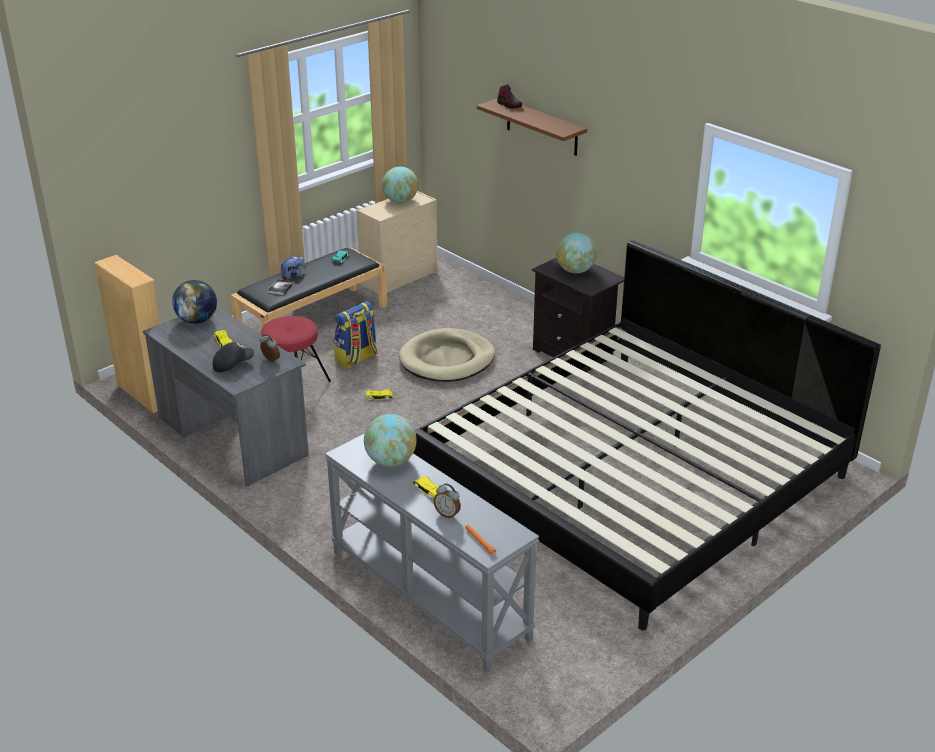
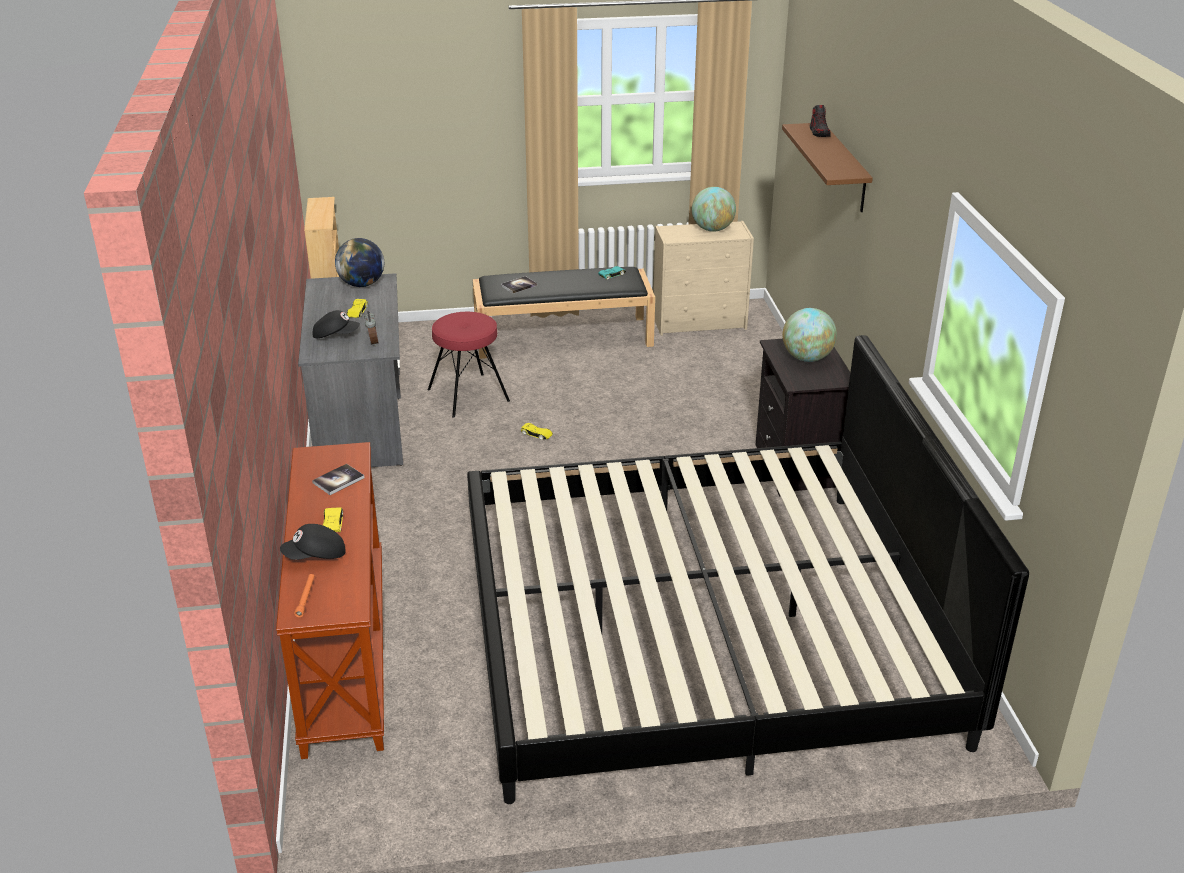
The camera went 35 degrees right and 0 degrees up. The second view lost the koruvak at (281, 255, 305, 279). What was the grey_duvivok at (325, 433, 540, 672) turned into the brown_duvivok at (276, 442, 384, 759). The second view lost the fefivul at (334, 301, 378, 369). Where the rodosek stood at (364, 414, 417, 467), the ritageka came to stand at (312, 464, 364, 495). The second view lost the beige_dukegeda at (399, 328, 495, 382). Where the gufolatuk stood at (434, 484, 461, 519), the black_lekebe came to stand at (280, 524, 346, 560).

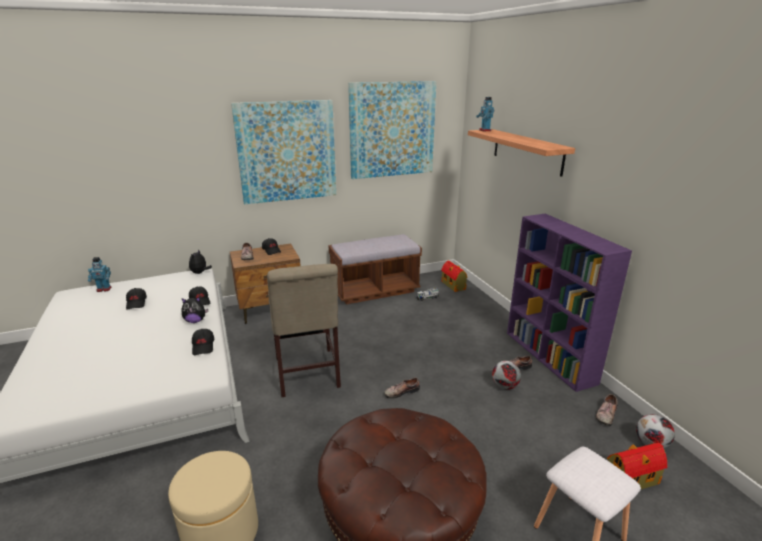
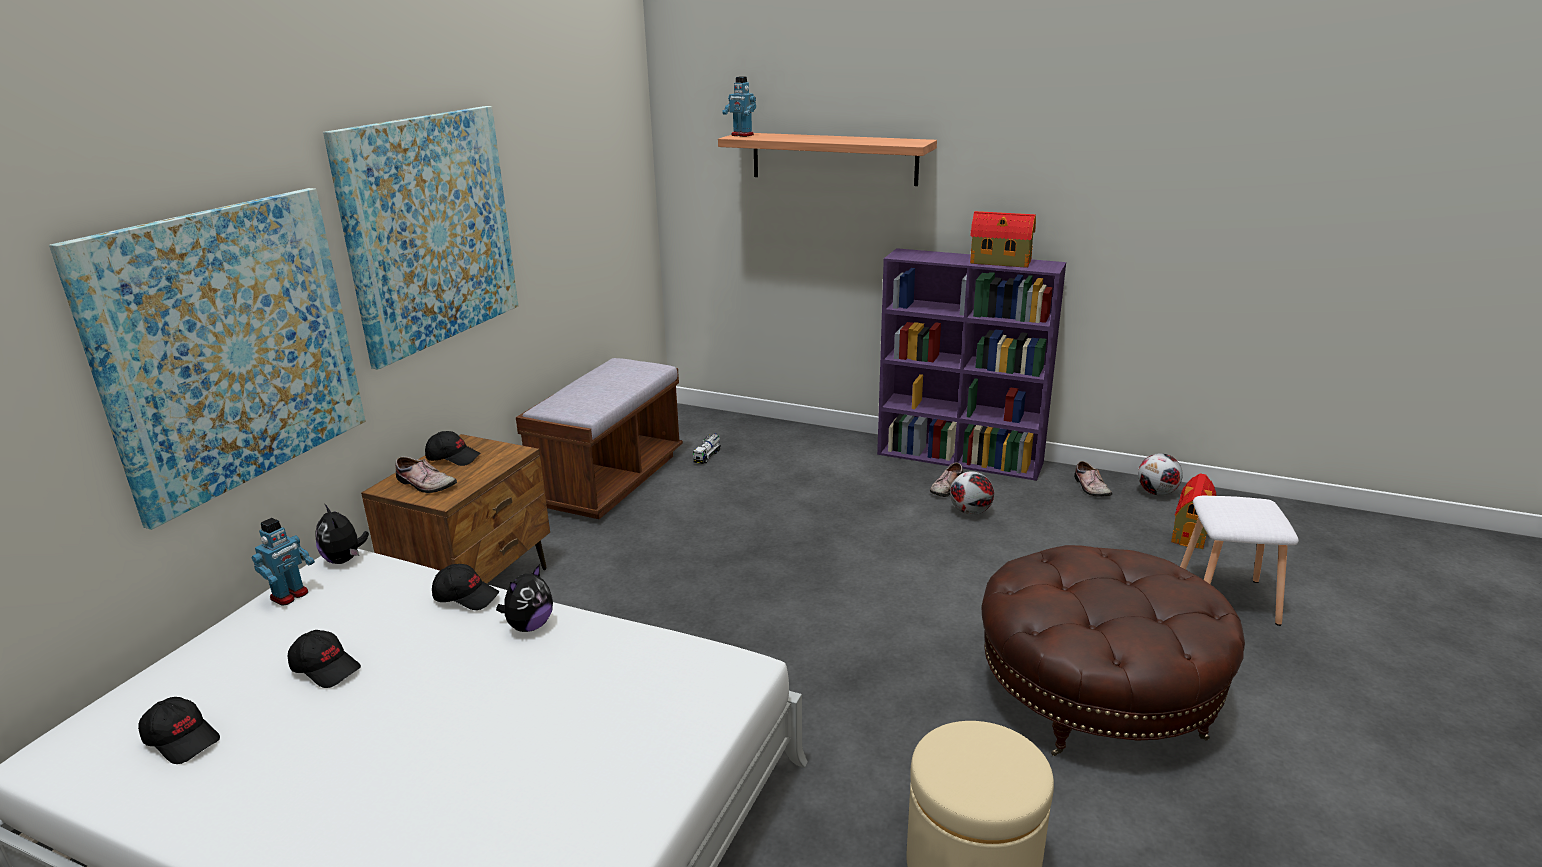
The camera went 45 degrees left and 0 degrees up. The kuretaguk ended up elsewhere, having gone from (88, 257, 111, 292) to (252, 518, 315, 606). The black_lekebe ended up elsewhere, having gone from (192, 329, 214, 355) to (138, 697, 220, 764). The second view lost the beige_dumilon at (267, 264, 341, 397). The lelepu ended up elsewhere, having gone from (348, 81, 436, 179) to (49, 188, 366, 530). The second view lost the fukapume at (384, 378, 420, 399). The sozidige ended up elsewhere, having gone from (441, 261, 468, 292) to (970, 211, 1036, 268).

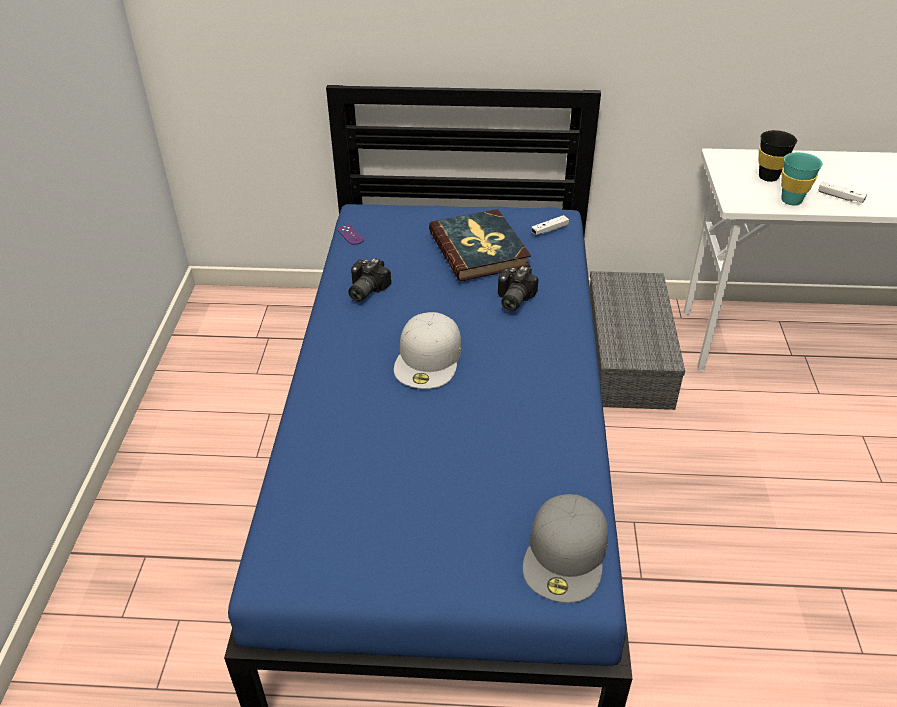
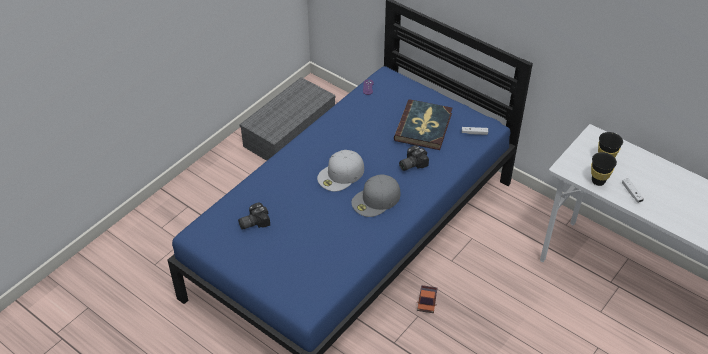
The camera went 35 degrees right and 5 degrees up. The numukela ended up elsewhere, having gone from (348, 258, 391, 302) to (238, 202, 270, 229). The grey_lekebe ended up elsewhere, having gone from (523, 494, 608, 603) to (351, 174, 400, 217). The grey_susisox ended up elsewhere, having gone from (590, 271, 685, 410) to (239, 77, 336, 161). What was the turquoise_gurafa at (781, 152, 823, 205) turned into the black_gurafa at (591, 152, 617, 186). The second view gained the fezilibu at (417, 285, 437, 313).

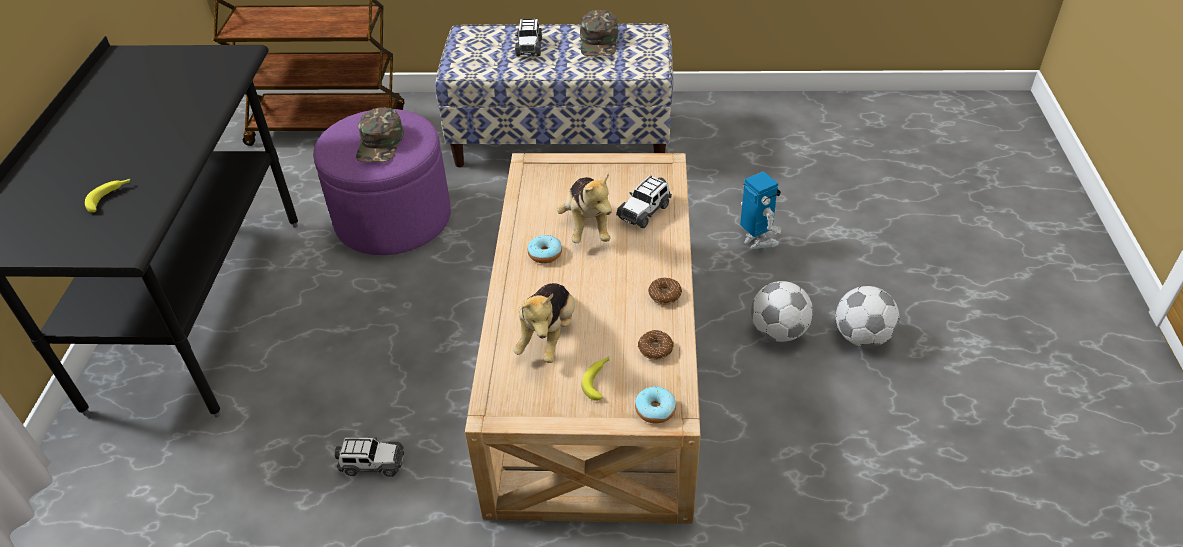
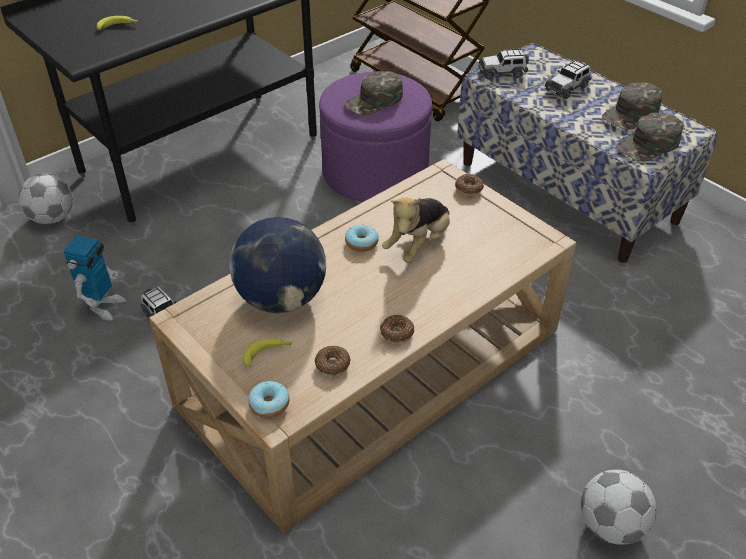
The camera went 45 degrees right and 0 degrees up. Where the koruvak stood at (514, 283, 575, 363), the rodosek came to stand at (229, 217, 326, 313). The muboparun ended up elsewhere, having gone from (616, 176, 672, 228) to (478, 48, 529, 80). The kuretaguk ended up elsewhere, having gone from (740, 171, 781, 249) to (63, 236, 126, 321). The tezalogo ended up elsewhere, having gone from (751, 281, 813, 342) to (19, 173, 73, 224). The second view gained the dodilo at (455, 174, 484, 196). The second view gained the green_lekebe at (616, 113, 683, 162).

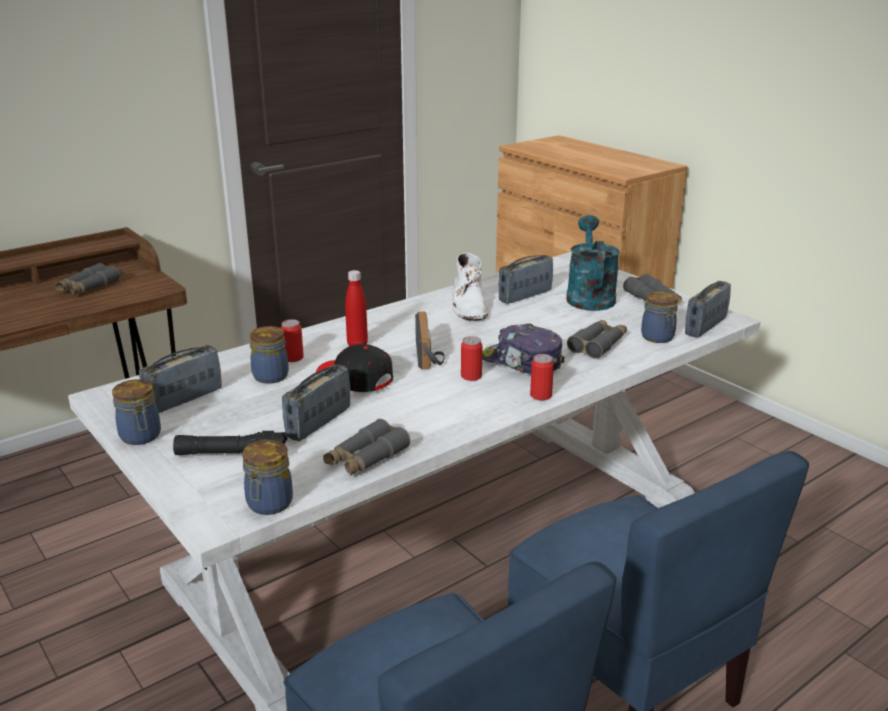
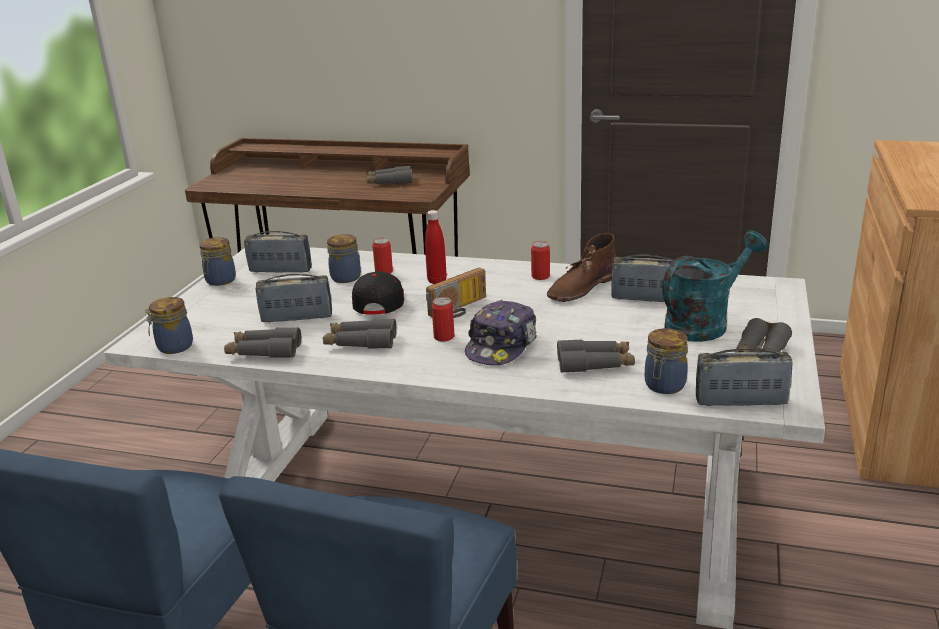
The camera went 55 degrees right and 0 degrees up. The second view lost the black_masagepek at (173, 431, 288, 455). What was the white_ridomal at (452, 253, 488, 321) turned into the brown_ridomal at (547, 233, 617, 302). The lekebe at (482, 323, 565, 374) ended up facing another way, 150 degrees counterclockwise from before. The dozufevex ended up elsewhere, having gone from (530, 354, 554, 400) to (531, 241, 550, 280). The second view gained the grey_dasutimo at (323, 319, 397, 349).

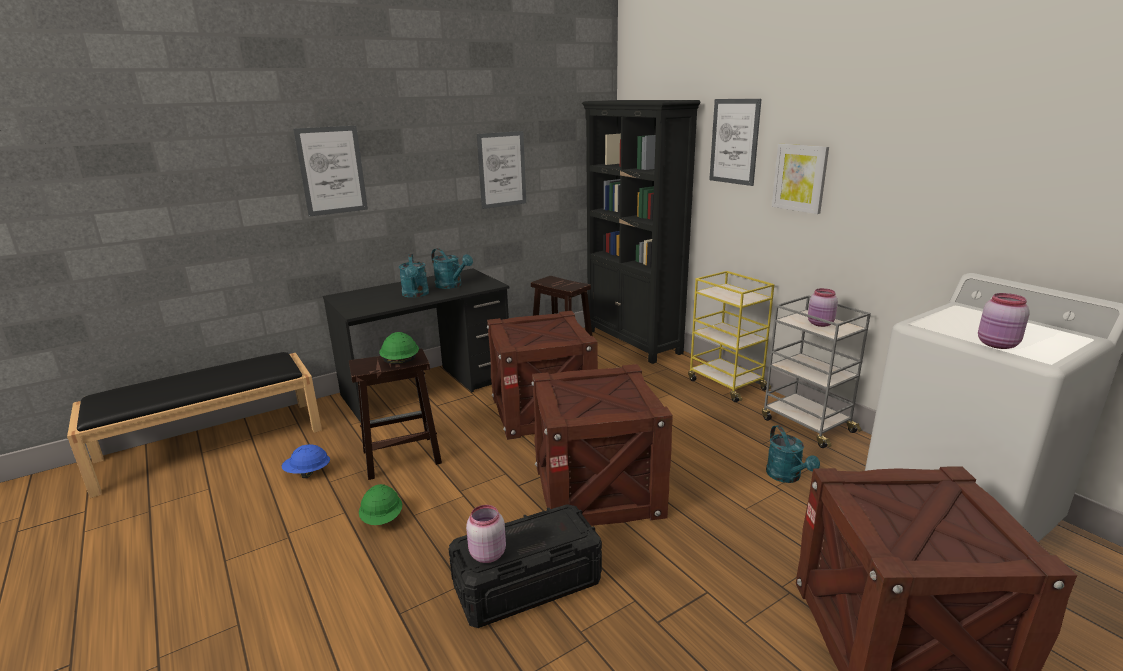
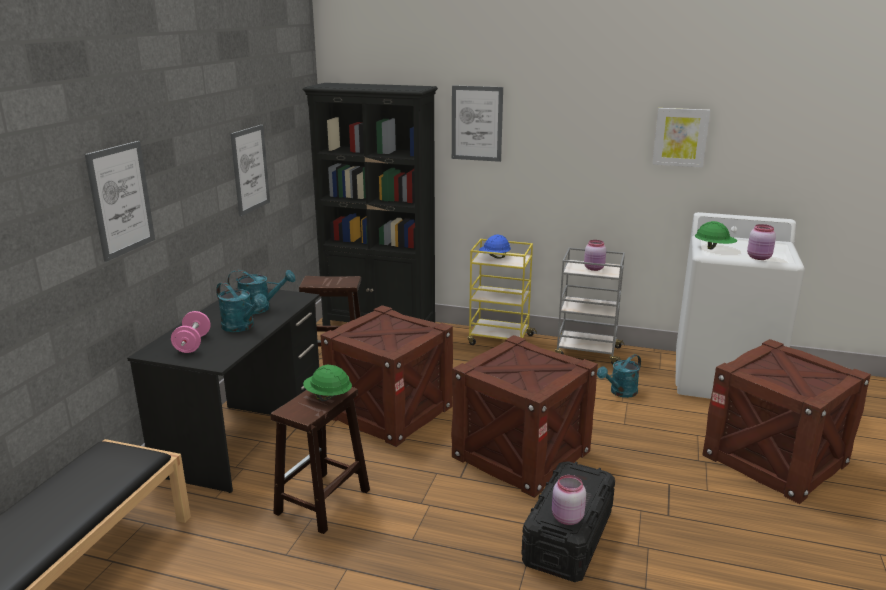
The camera went 40 degrees left and 0 degrees up. The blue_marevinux ended up elsewhere, having gone from (282, 444, 330, 478) to (479, 234, 511, 259). The green_marevinux ended up elsewhere, having gone from (359, 484, 402, 525) to (695, 221, 737, 250). The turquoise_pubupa at (766, 425, 820, 483) ended up facing another way, 105 degrees clockwise from before. The lelepu ended up elsewhere, having gone from (772, 144, 829, 214) to (652, 108, 710, 168). The second view gained the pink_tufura at (171, 311, 211, 353).

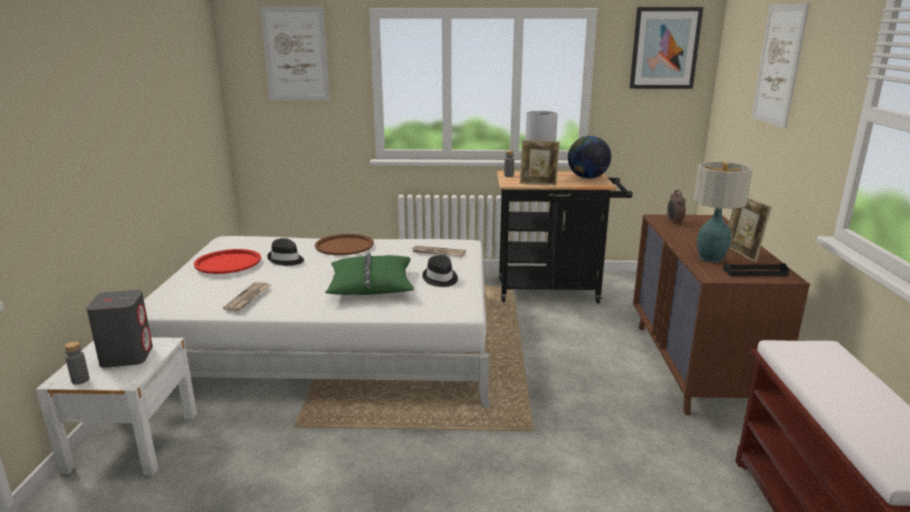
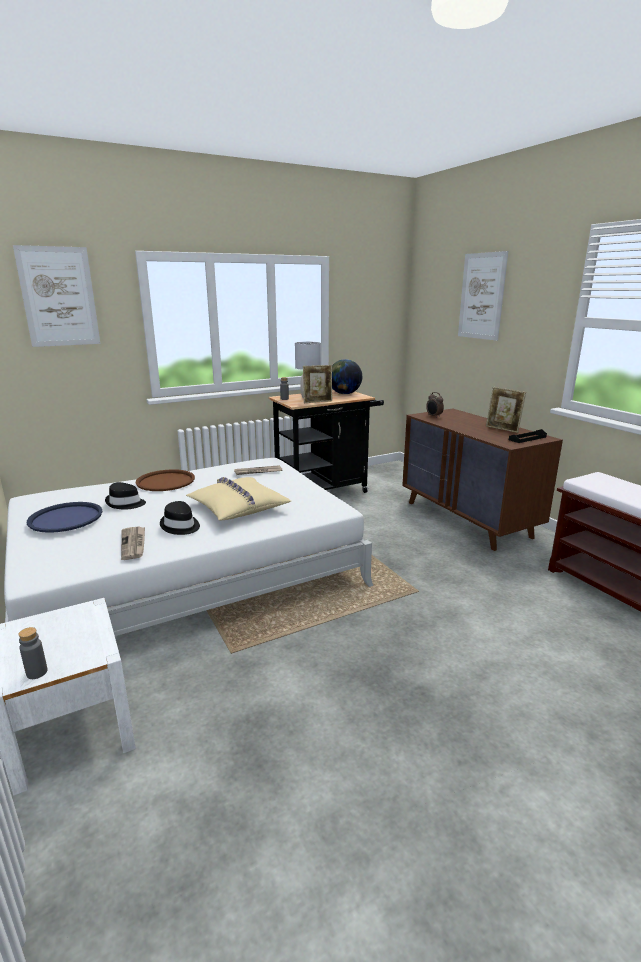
The camera went 30 degrees left and 0 degrees up. The second view lost the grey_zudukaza at (86, 290, 153, 368). What was the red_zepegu at (194, 249, 261, 274) turned into the blue_zepegu at (27, 502, 103, 533). What was the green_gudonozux at (325, 250, 414, 295) turned into the beige_gudonozux at (186, 477, 291, 521). The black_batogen ended up elsewhere, having gone from (422, 255, 458, 287) to (160, 501, 200, 535). The second view lost the lelepu at (630, 7, 703, 89). The second view lost the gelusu at (694, 162, 753, 262).

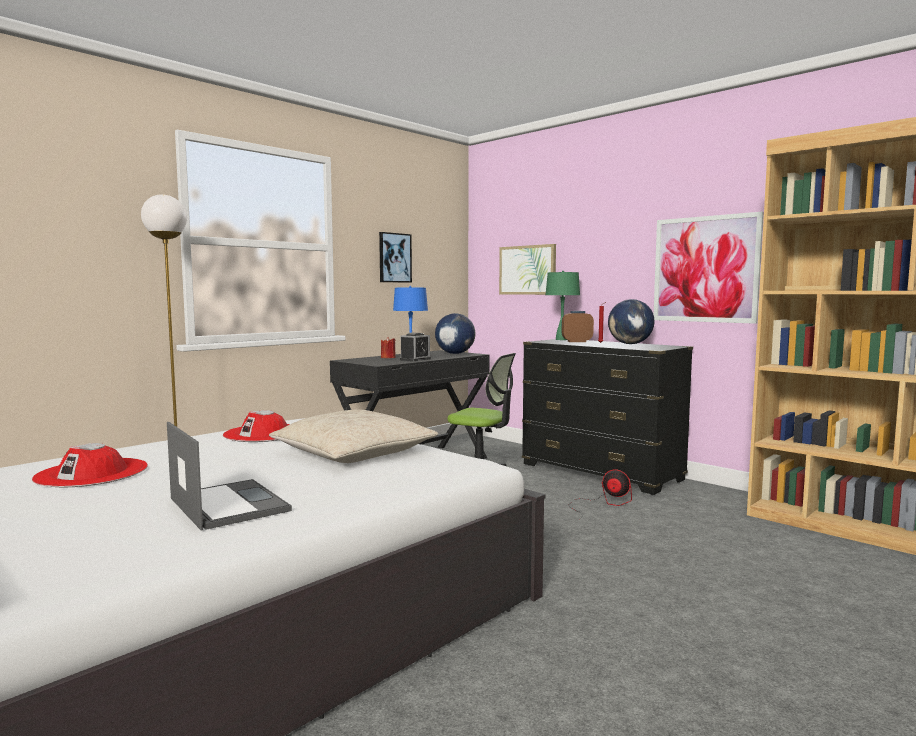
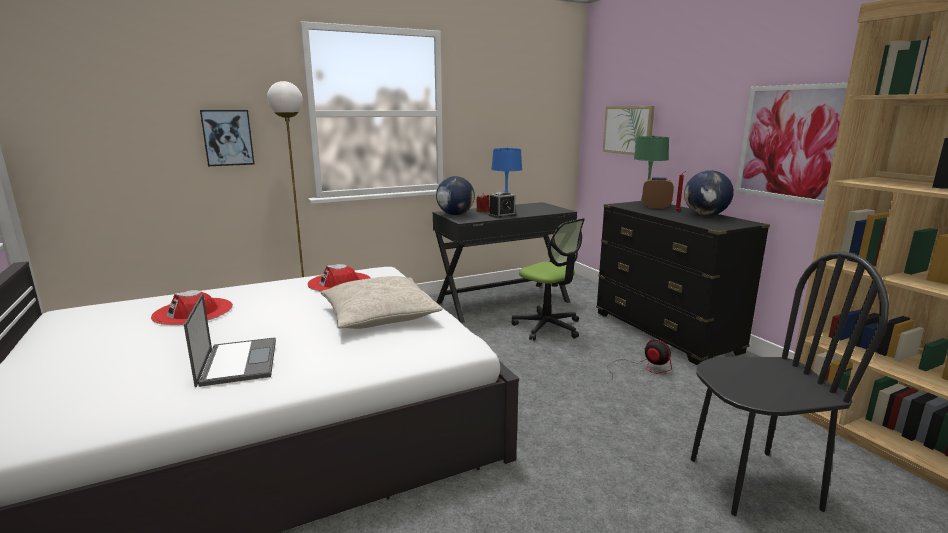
The camera went 20 degrees right and 10 degrees up. The lelepu ended up elsewhere, having gone from (379, 232, 412, 283) to (200, 110, 255, 166). The rodosek ended up elsewhere, having gone from (435, 313, 476, 354) to (436, 176, 475, 215). The second view gained the black_dumilon at (691, 251, 889, 516).

